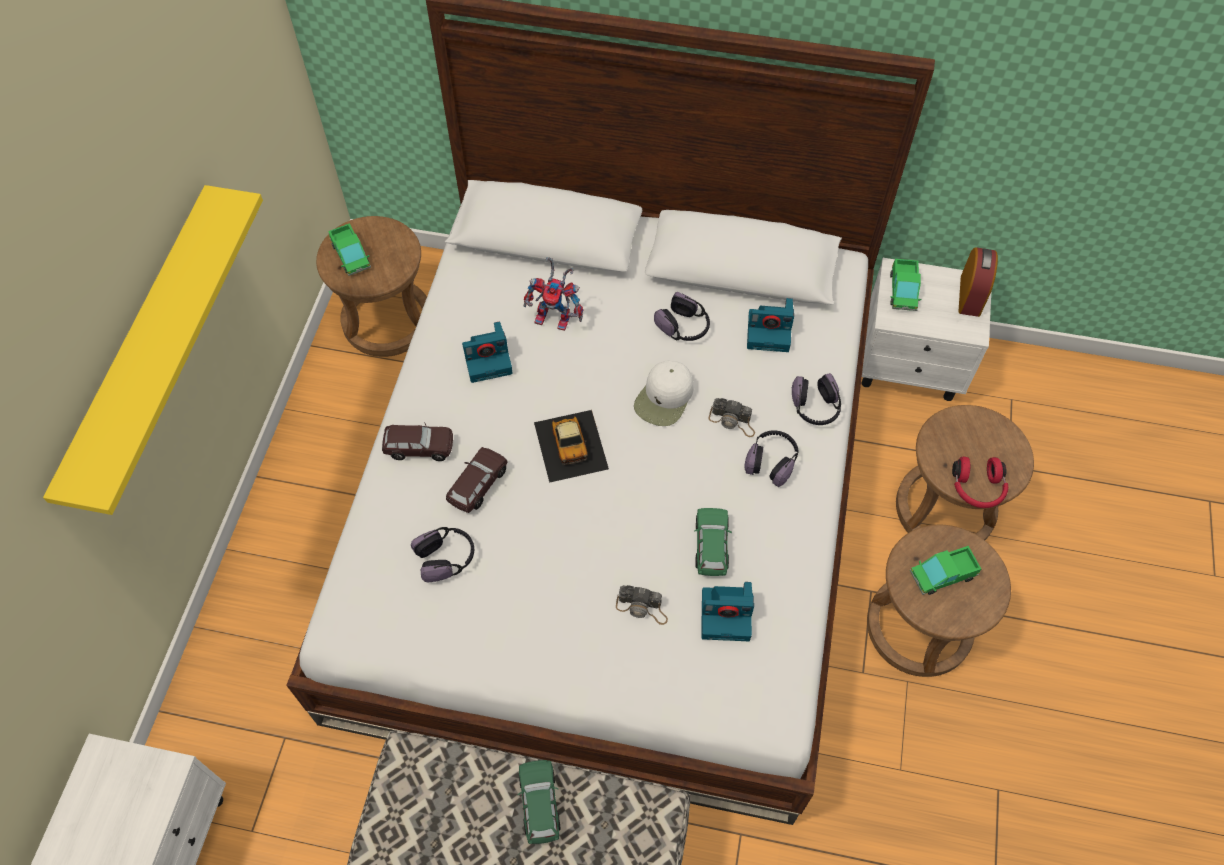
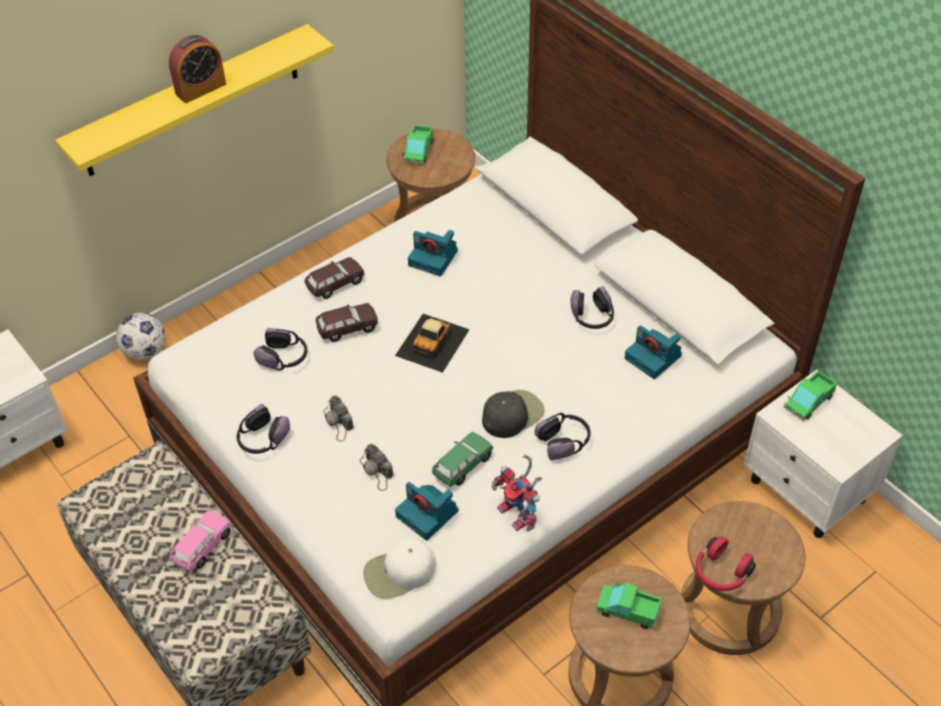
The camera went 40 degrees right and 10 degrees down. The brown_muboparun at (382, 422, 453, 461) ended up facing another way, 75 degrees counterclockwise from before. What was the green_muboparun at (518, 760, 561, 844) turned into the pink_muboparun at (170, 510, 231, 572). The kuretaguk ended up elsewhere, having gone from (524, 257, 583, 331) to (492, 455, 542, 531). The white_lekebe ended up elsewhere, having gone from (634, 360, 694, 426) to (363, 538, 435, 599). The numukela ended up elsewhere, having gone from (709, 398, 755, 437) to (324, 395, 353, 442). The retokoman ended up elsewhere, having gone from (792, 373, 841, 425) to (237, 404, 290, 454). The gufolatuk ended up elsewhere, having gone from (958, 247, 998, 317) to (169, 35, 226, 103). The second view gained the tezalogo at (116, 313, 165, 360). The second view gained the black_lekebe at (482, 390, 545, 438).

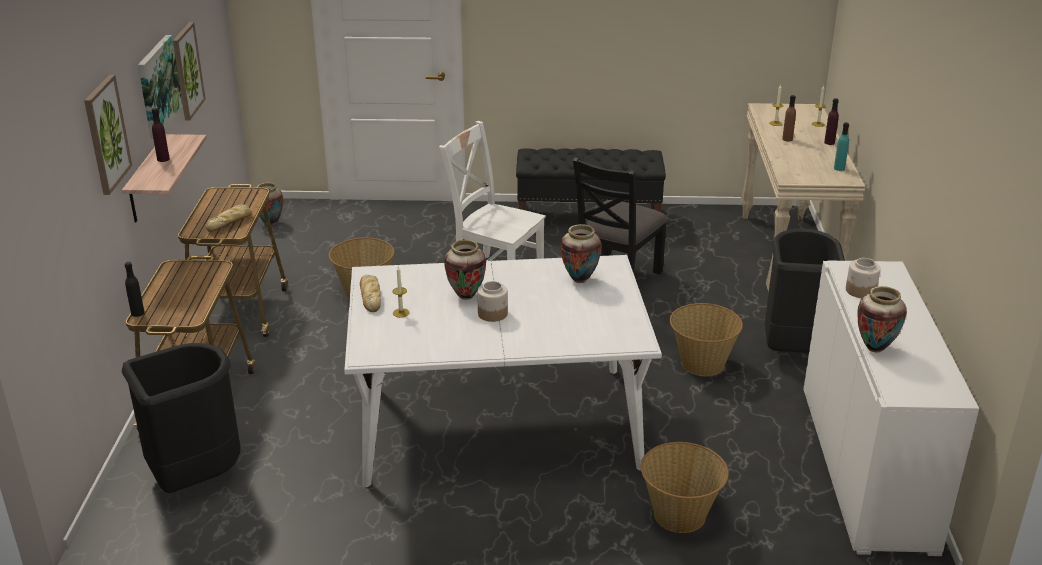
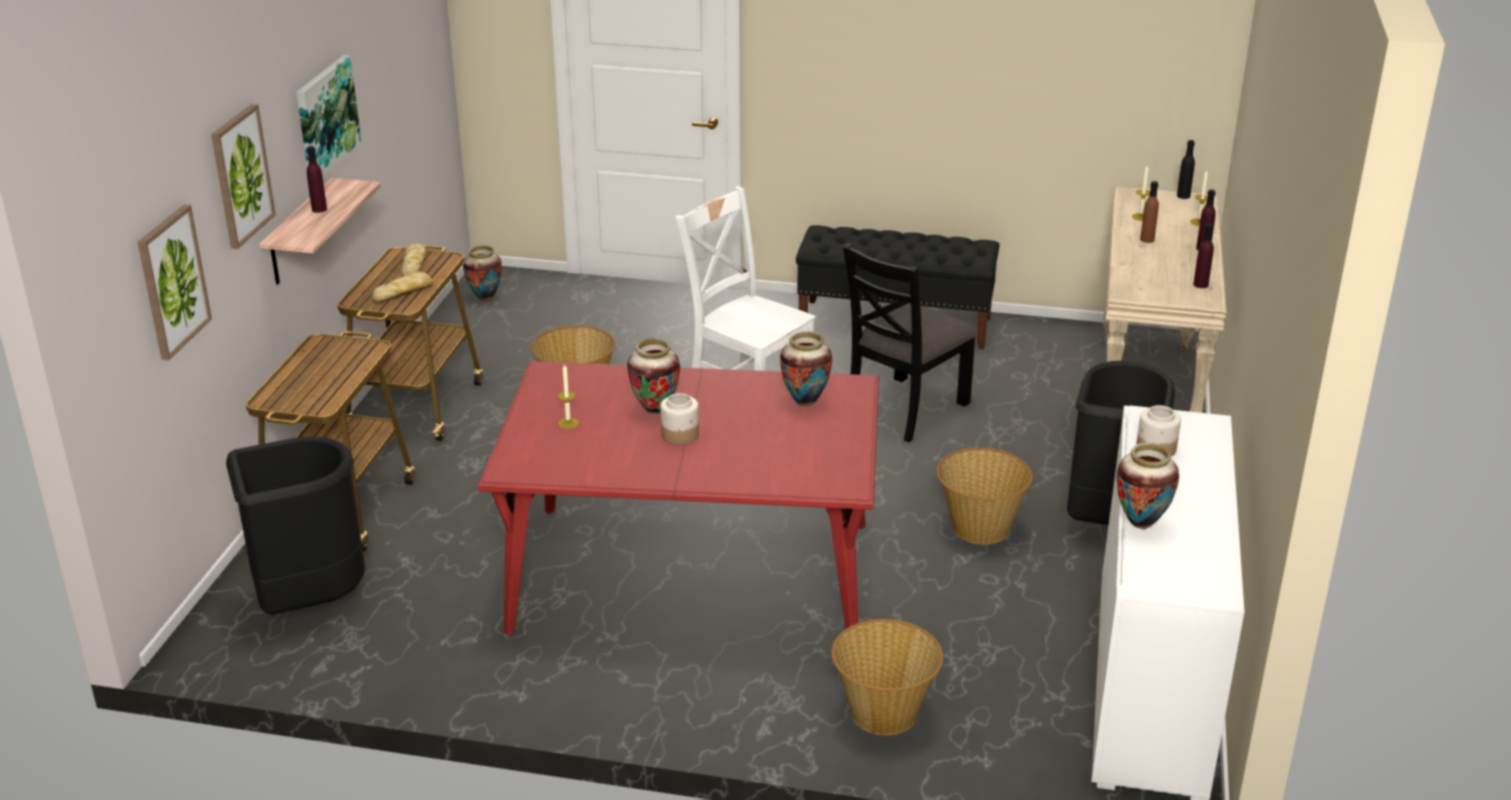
The camera went 10 degrees right and 0 degrees up. The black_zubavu ended up elsewhere, having gone from (125, 262, 145, 317) to (1177, 140, 1195, 199). The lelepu ended up elsewhere, having gone from (173, 22, 206, 121) to (138, 205, 212, 361). What was the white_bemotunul at (344, 255, 662, 487) turned into the red_bemotunul at (478, 361, 879, 635). The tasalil ended up elsewhere, having gone from (360, 275, 381, 312) to (400, 243, 427, 277). What was the turquoise_zubavu at (834, 123, 849, 171) turned into the purple_zubavu at (1193, 224, 1214, 288).

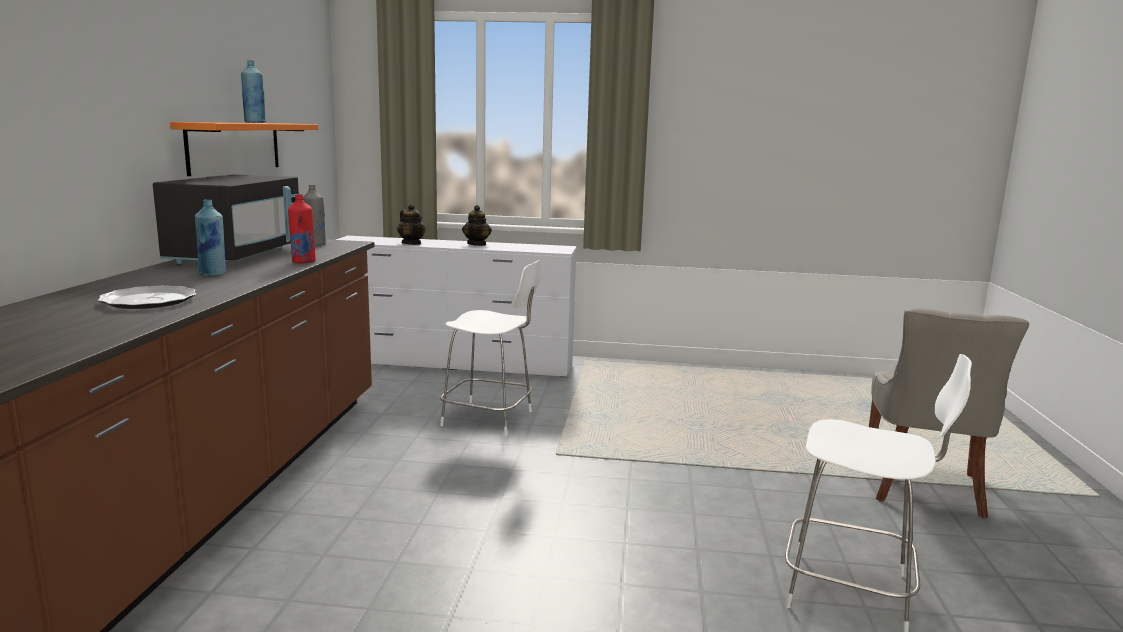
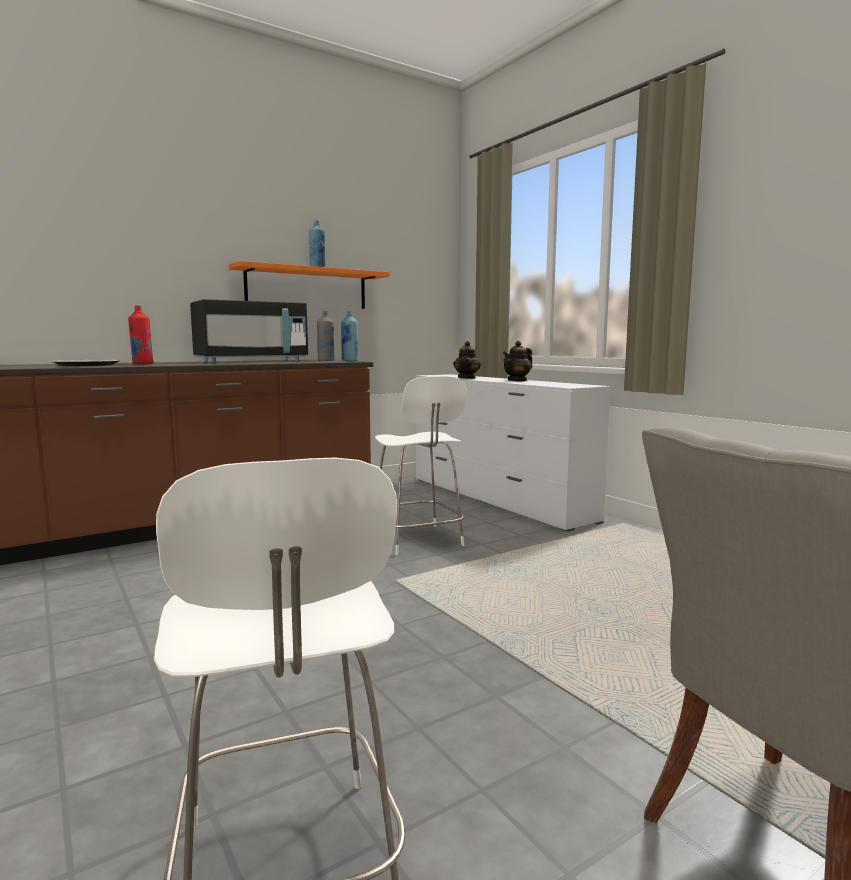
The camera went 50 degrees right and 5 degrees down. The blue_zubavu ended up elsewhere, having gone from (195, 199, 226, 276) to (341, 311, 358, 361). The red_zubavu ended up elsewhere, having gone from (288, 194, 316, 264) to (128, 306, 154, 364).

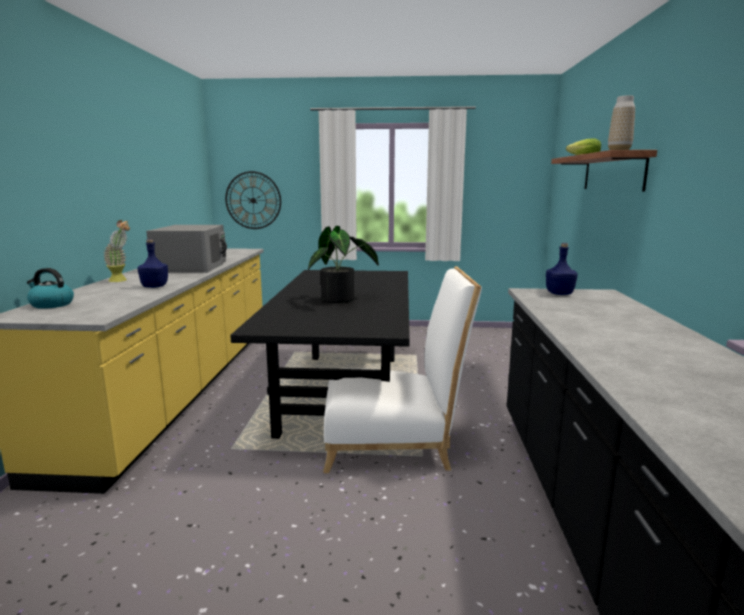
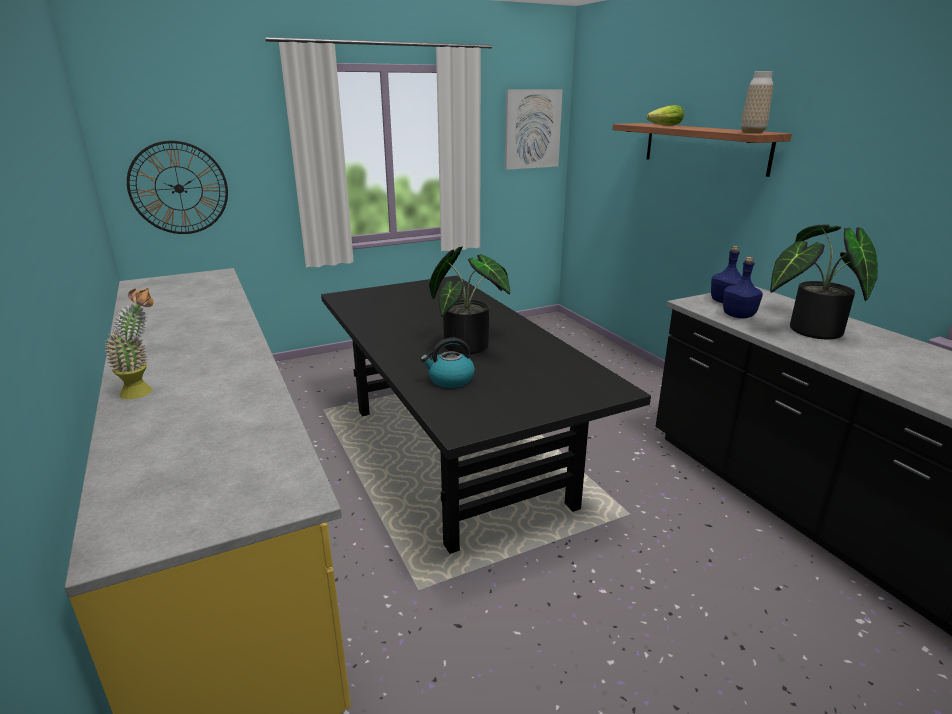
The camera went 30 degrees left and 10 degrees up. The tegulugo ended up elsewhere, having gone from (27, 268, 74, 309) to (421, 338, 475, 388). The blue_zubavu ended up elsewhere, having gone from (138, 239, 168, 288) to (723, 257, 763, 319). The second view lost the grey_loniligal at (146, 225, 227, 273). The second view lost the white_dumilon at (323, 266, 482, 473). The second view gained the lelepu at (505, 89, 563, 170). The second view gained the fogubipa at (770, 224, 878, 339).

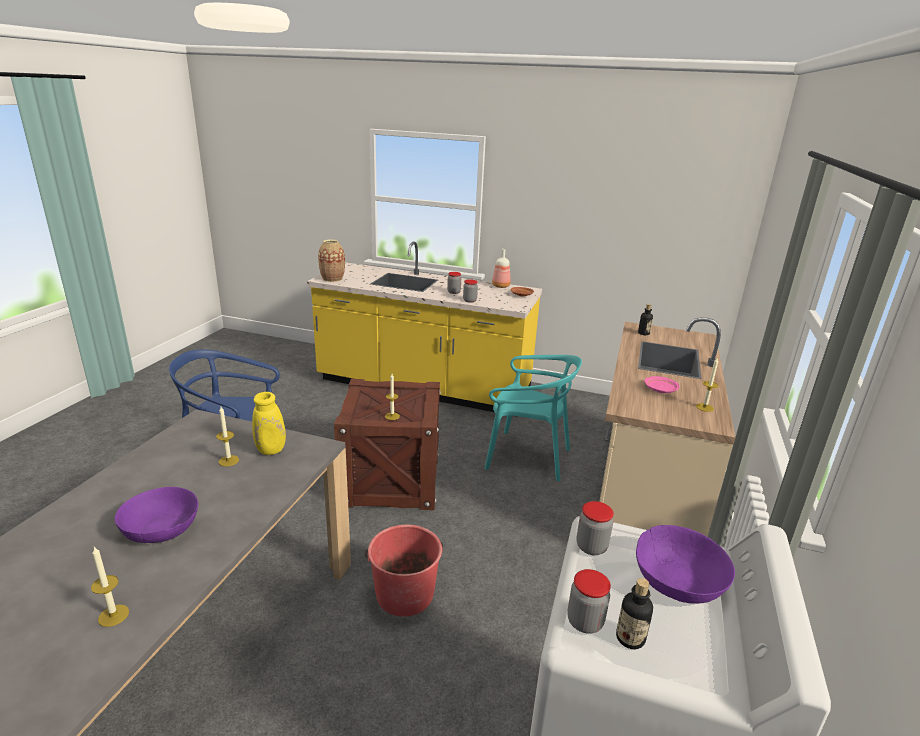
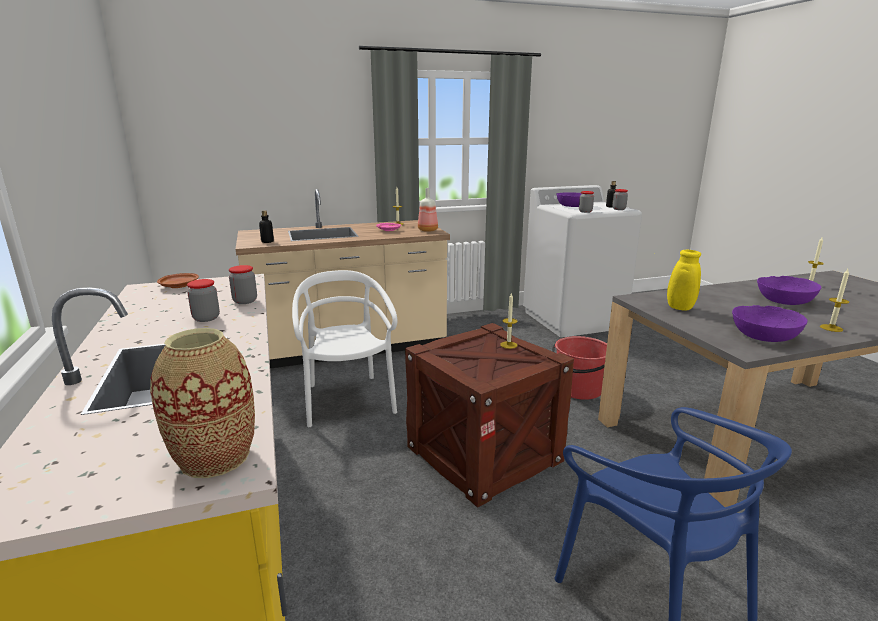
The camera went 125 degrees left and 5 degrees down. The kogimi ended up elsewhere, having gone from (216, 407, 239, 467) to (820, 269, 849, 332). What was the turquoise_dumilon at (484, 355, 582, 481) turned into the white_dumilon at (292, 270, 397, 427). The zubavu ended up elsewhere, having gone from (492, 249, 511, 288) to (418, 188, 438, 232). The second view gained the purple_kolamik at (732, 305, 807, 342).

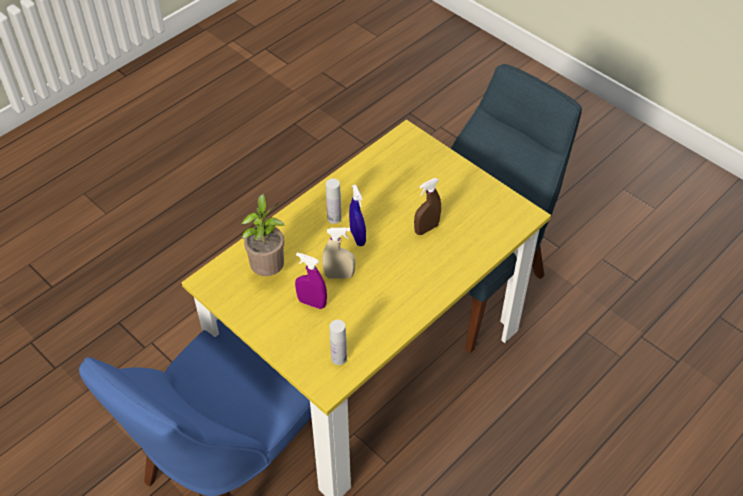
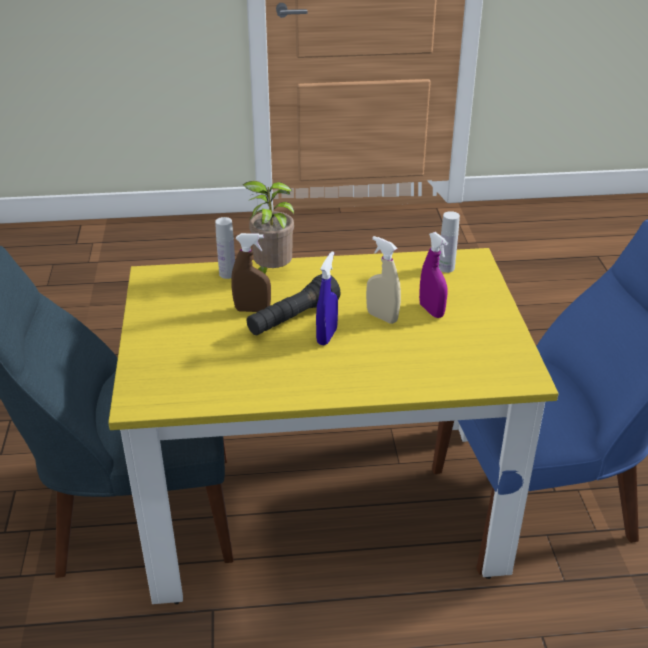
The camera went 140 degrees left and 15 degrees down. The fogubipa ended up elsewhere, having gone from (241, 194, 284, 276) to (243, 181, 294, 274). The white_zubavu ended up elsewhere, having gone from (326, 178, 341, 224) to (215, 217, 235, 279). The second view gained the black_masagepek at (247, 274, 341, 335).

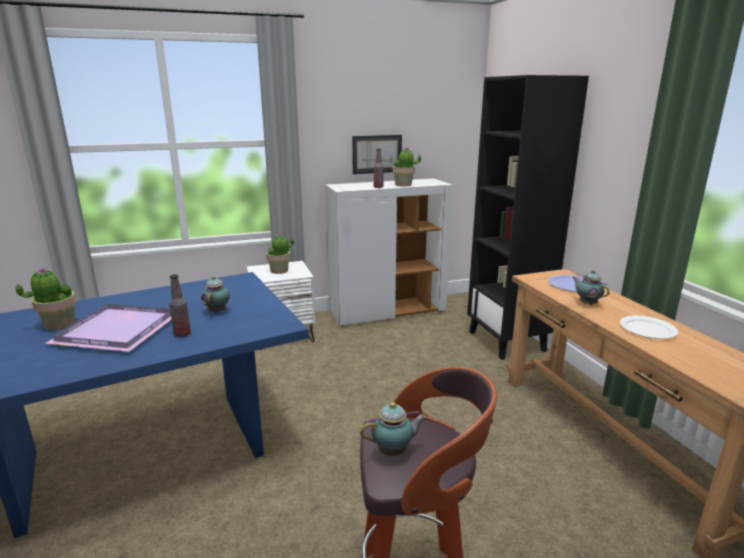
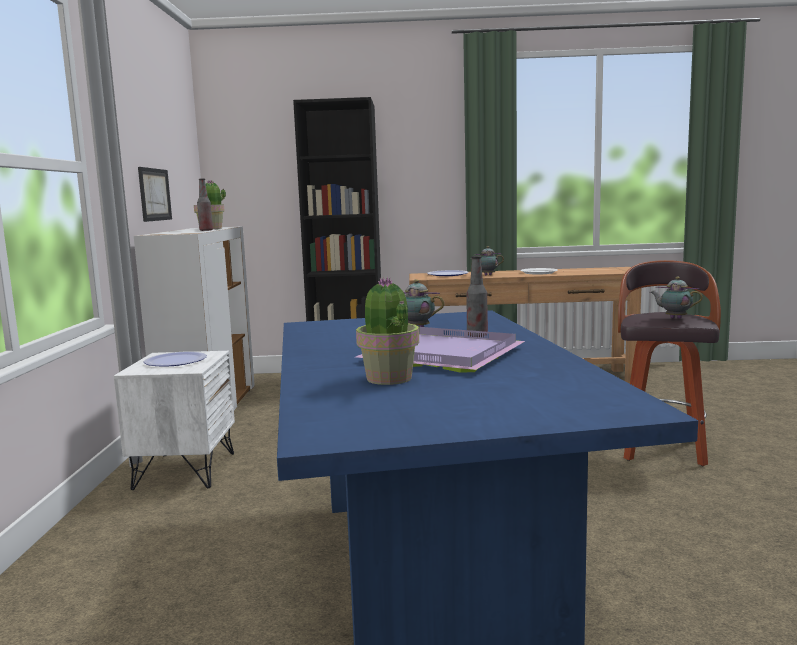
The camera went 70 degrees left and 10 degrees down. Where the fogubipa stood at (266, 233, 294, 274), the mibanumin came to stand at (144, 351, 207, 366). The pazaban at (360, 402, 427, 456) ended up facing another way, 60 degrees counterclockwise from before.

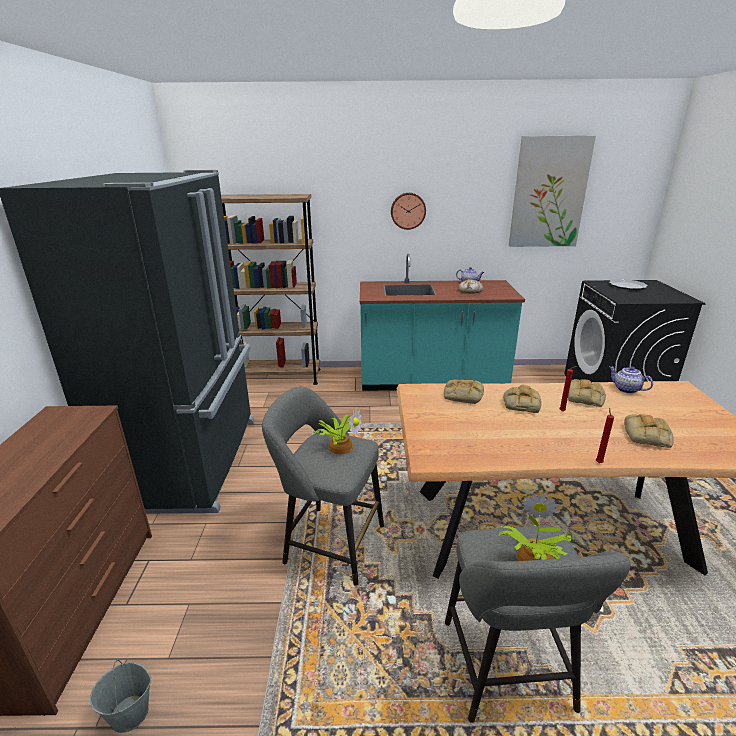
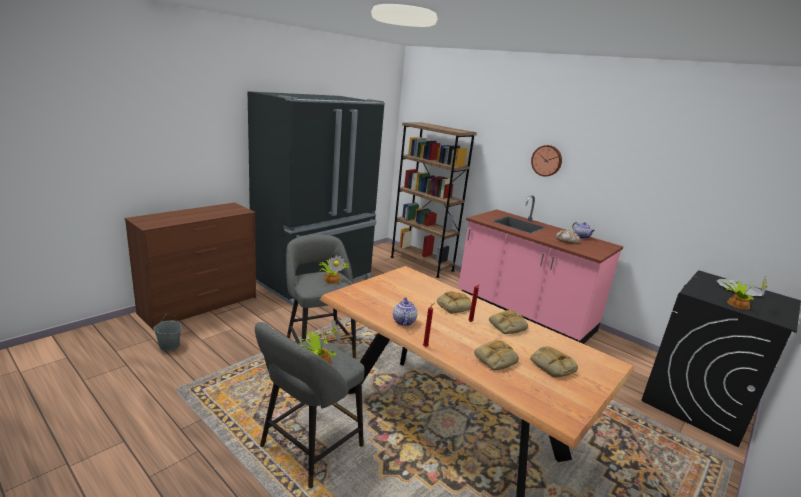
The camera went 40 degrees right and 5 degrees down. What was the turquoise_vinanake at (360, 254, 525, 391) turned into the pink_vinanake at (458, 195, 623, 344). The tasalil ended up elsewhere, having gone from (444, 380, 484, 404) to (530, 346, 578, 377). The second view lost the lelepu at (509, 136, 596, 247). The pazaban ended up elsewhere, having gone from (609, 366, 653, 394) to (393, 297, 417, 326). The second view gained the fogubipa at (723, 277, 768, 310).

